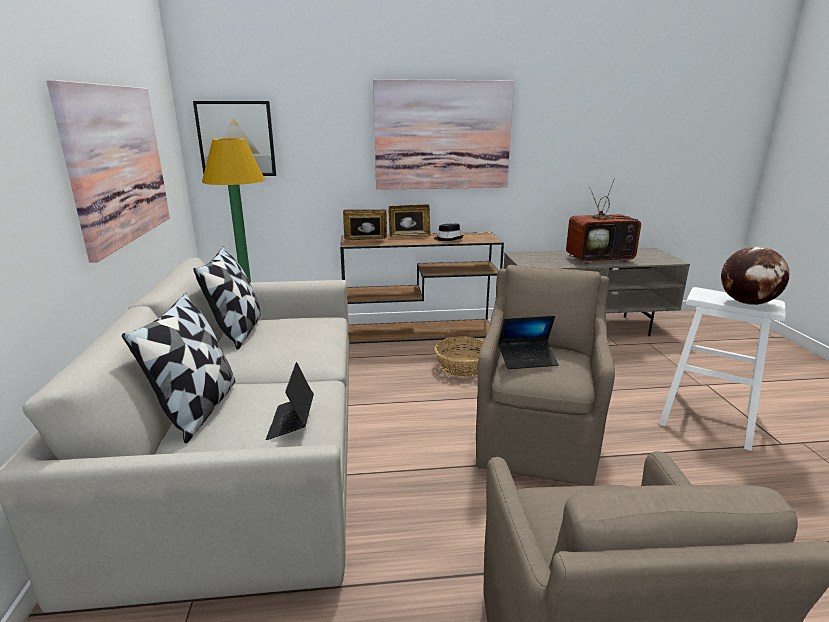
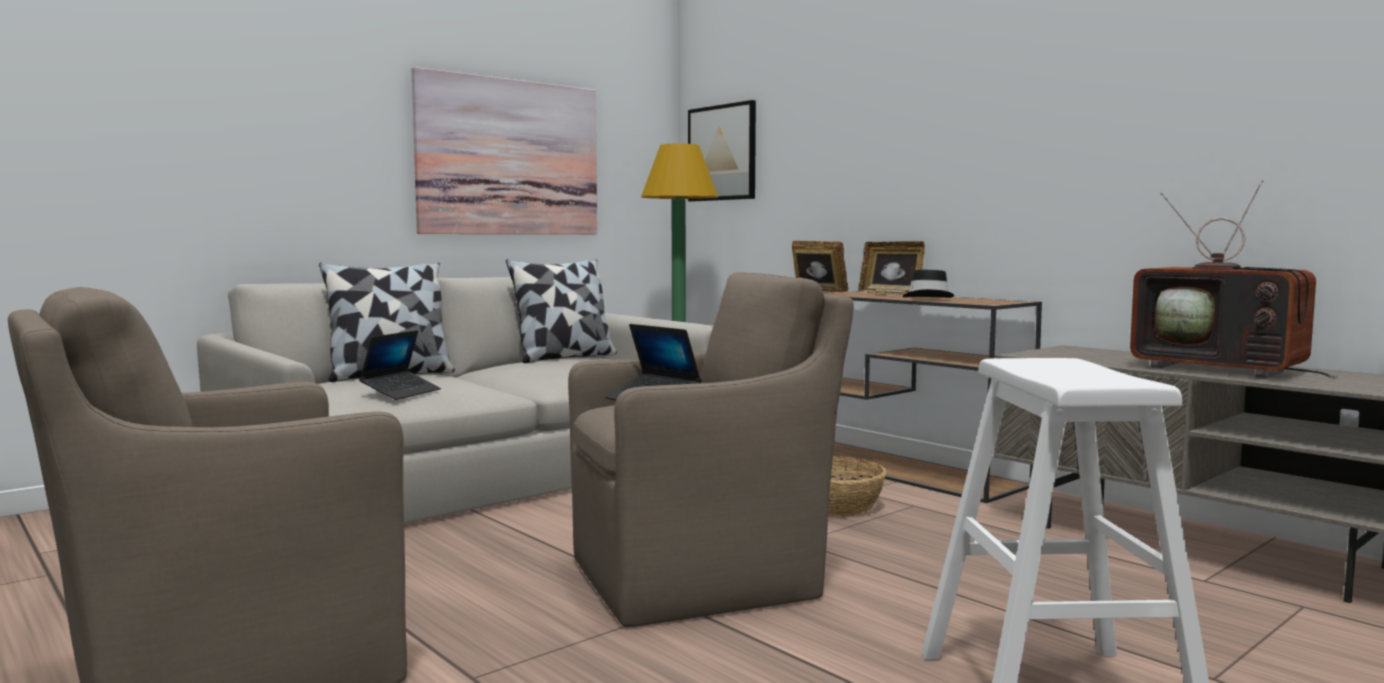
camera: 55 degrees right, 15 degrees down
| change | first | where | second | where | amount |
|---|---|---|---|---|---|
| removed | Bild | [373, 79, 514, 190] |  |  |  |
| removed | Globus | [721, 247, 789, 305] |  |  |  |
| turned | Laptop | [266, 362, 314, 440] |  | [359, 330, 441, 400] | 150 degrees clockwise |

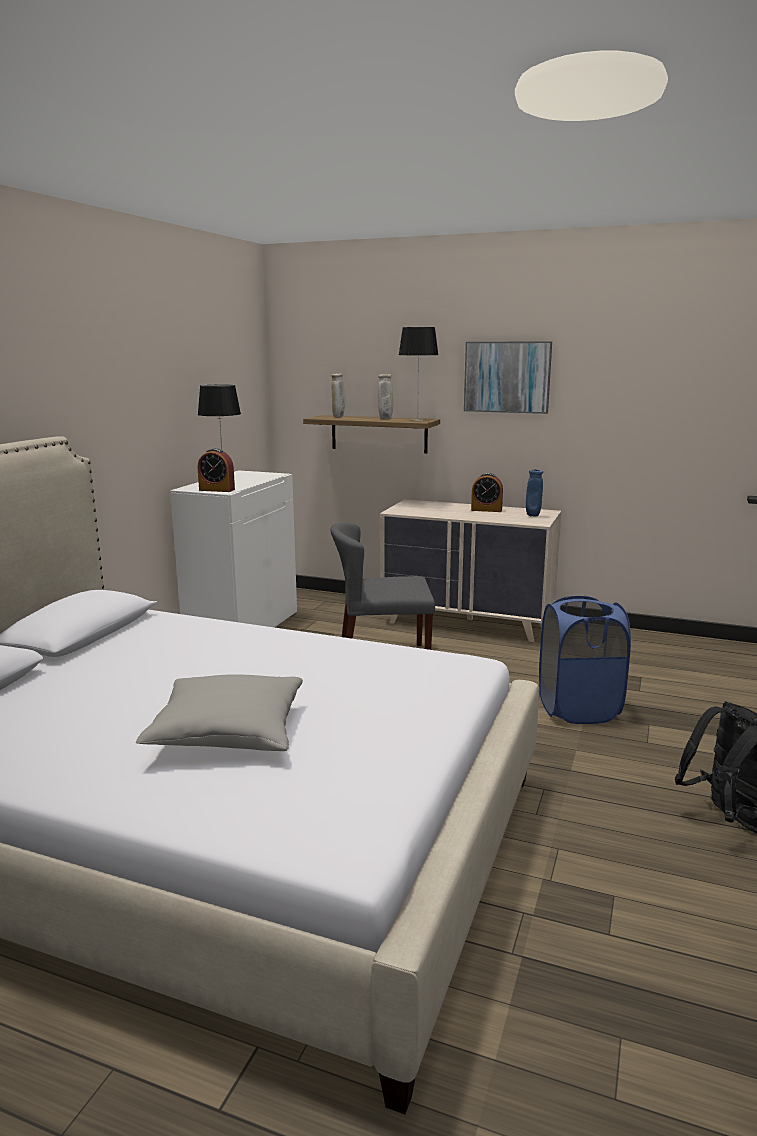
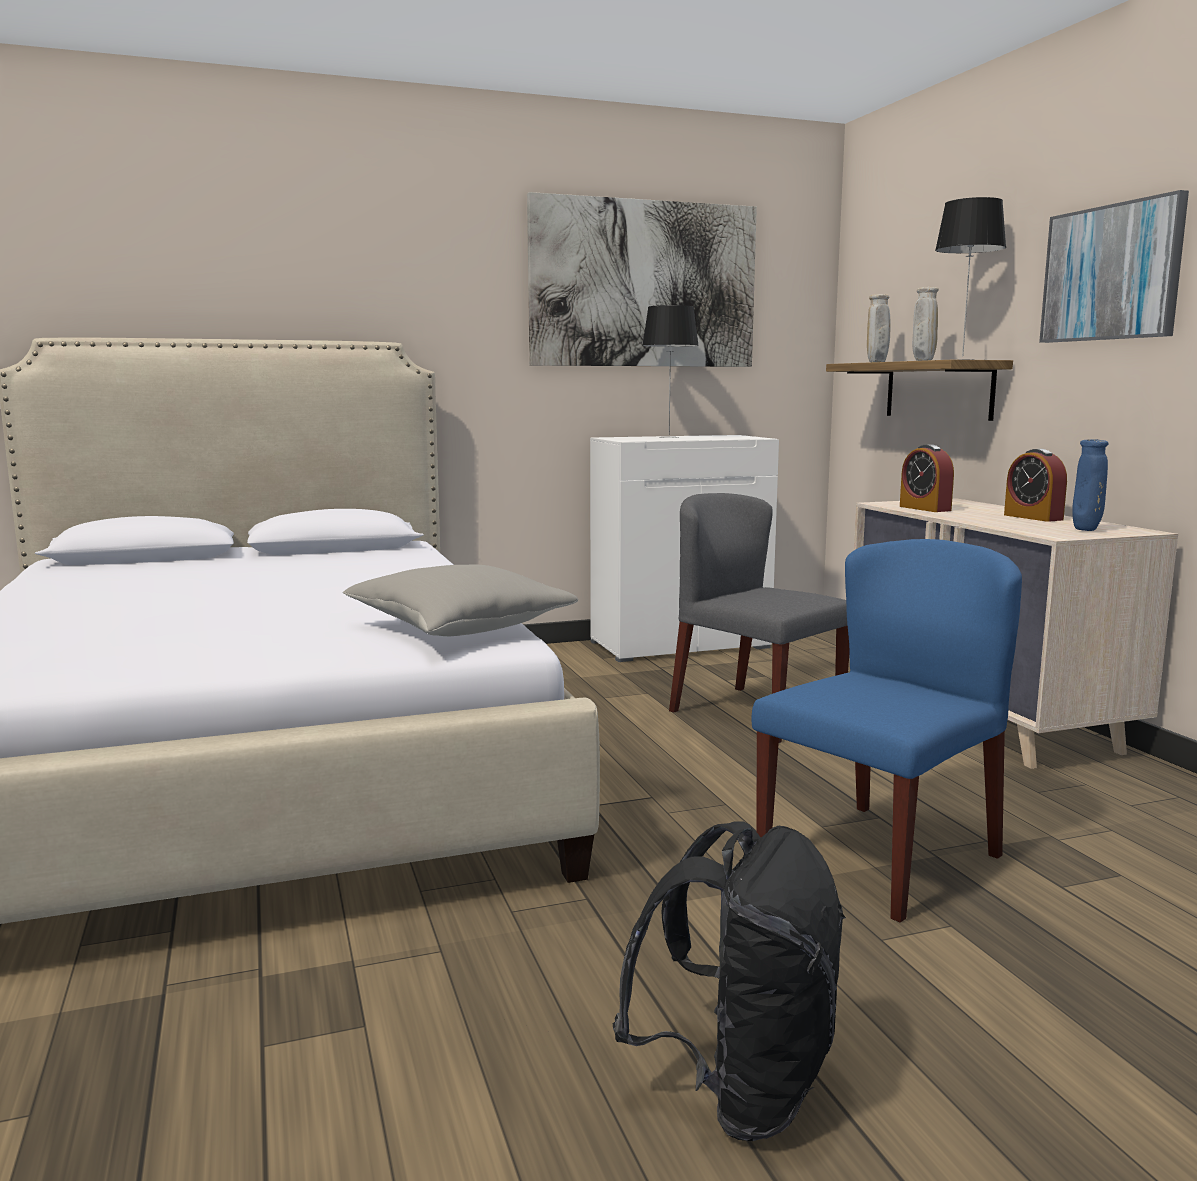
camera: 50 degrees right, 5 degrees down
| change | first | where | second | where | amount |
|---|---|---|---|---|---|
| moved | Wecker | [198, 448, 235, 492] |  | [900, 444, 954, 512] |  |
| replaced | Wäschekorb/blau | [539, 596, 631, 724] | Stuhl/blau | [752, 539, 1022, 923] |  |
| moved | Kissen/grau | [136, 675, 303, 751] |  | [343, 565, 578, 636] |  |
| added |  |  | Bild | [527, 192, 757, 367] |  |

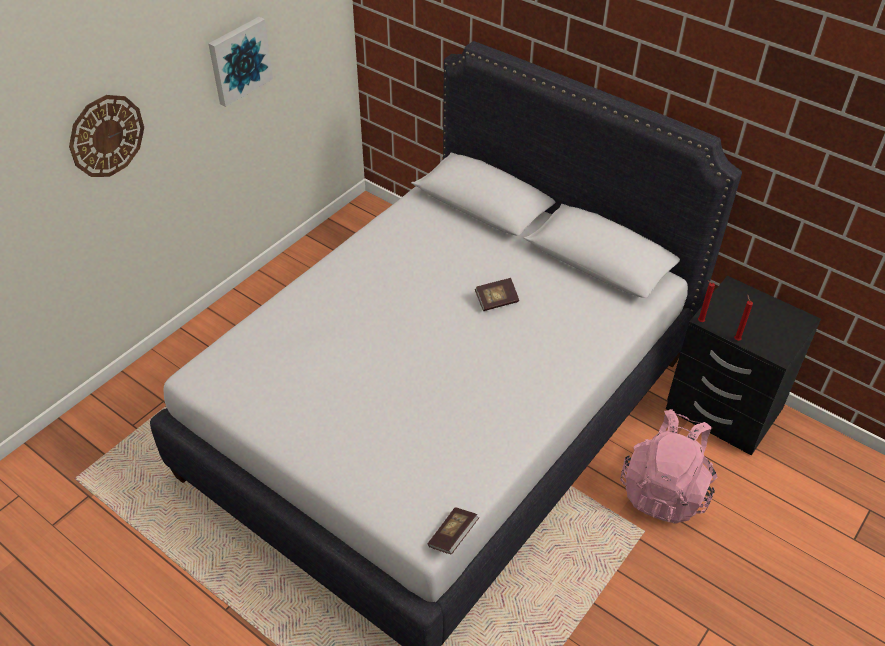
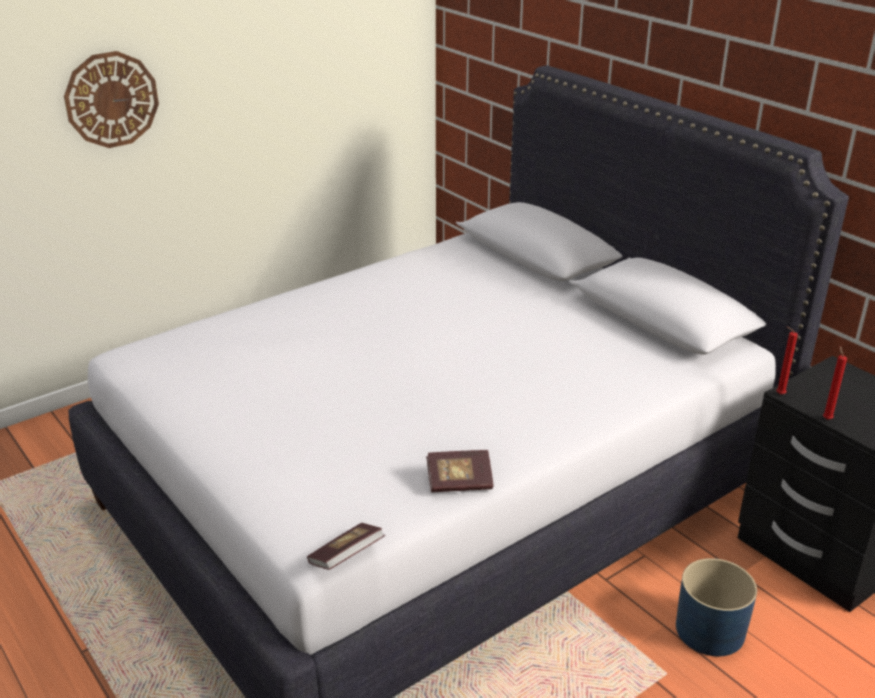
camera: 15 degrees right, 15 degrees down
| change | first | where | second | where | amount |
|---|---|---|---|---|---|
| removed | Bild | [208, 17, 273, 107] |  |  |  |
| moved | Buch | [475, 278, 519, 311] |  | [426, 450, 494, 492] |  |
| replaced | Rucksack/rosa | [620, 409, 718, 524] | Pflanzkübel/blau | [676, 558, 757, 656] |  |

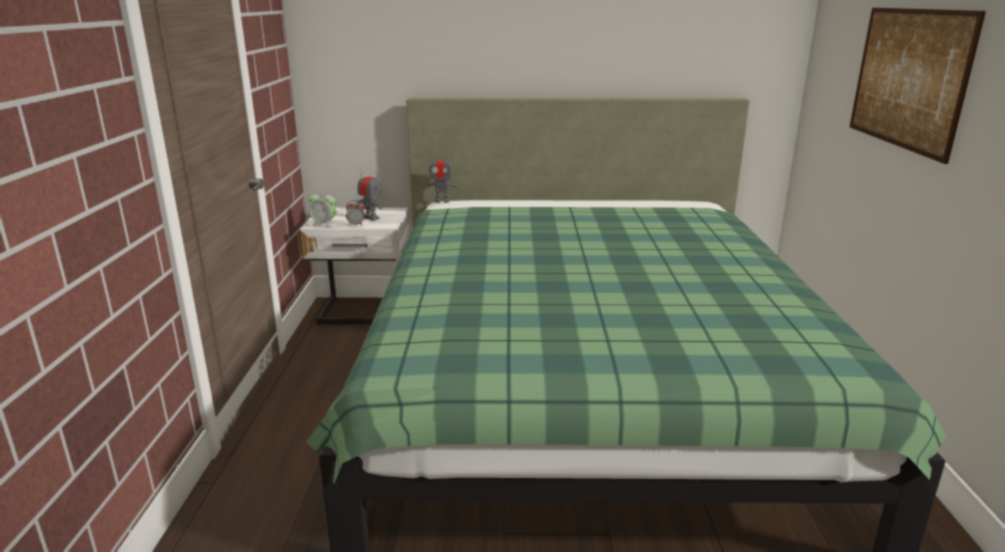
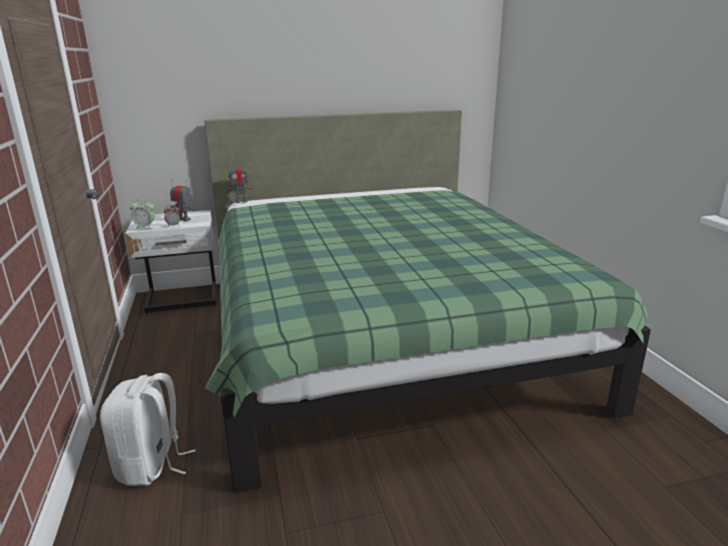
camera: 15 degrees left, 0 degrees up
| change | first | where | second | where | amount |
|---|---|---|---|---|---|
| removed | Bild | [850, 8, 986, 164] |  |  |  |
| added |  |  | Rucksack/weiß | [100, 373, 196, 486] |  |

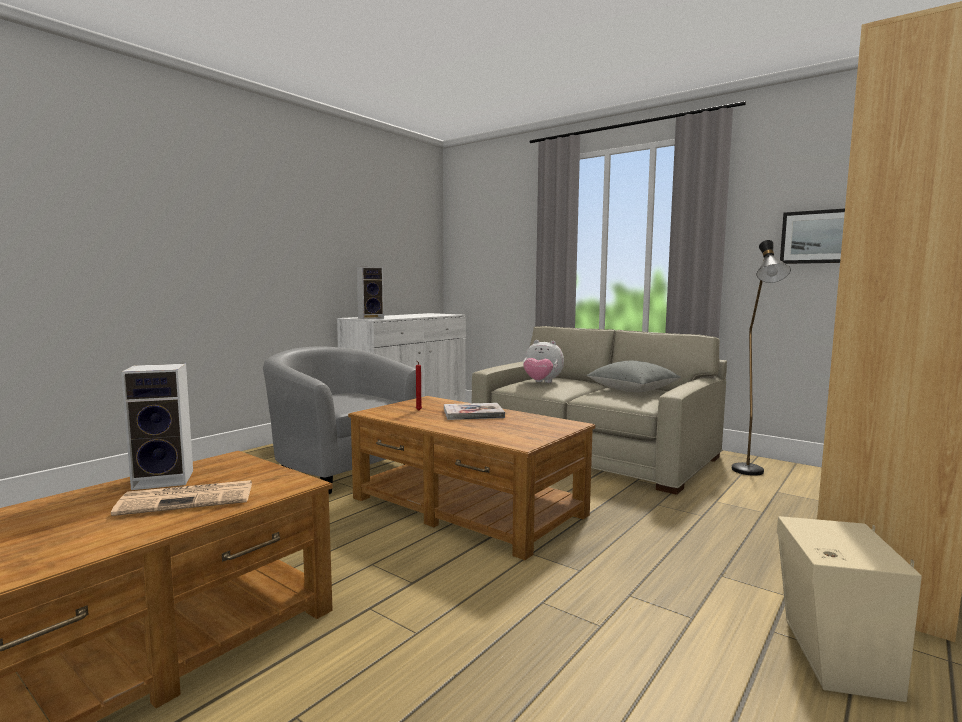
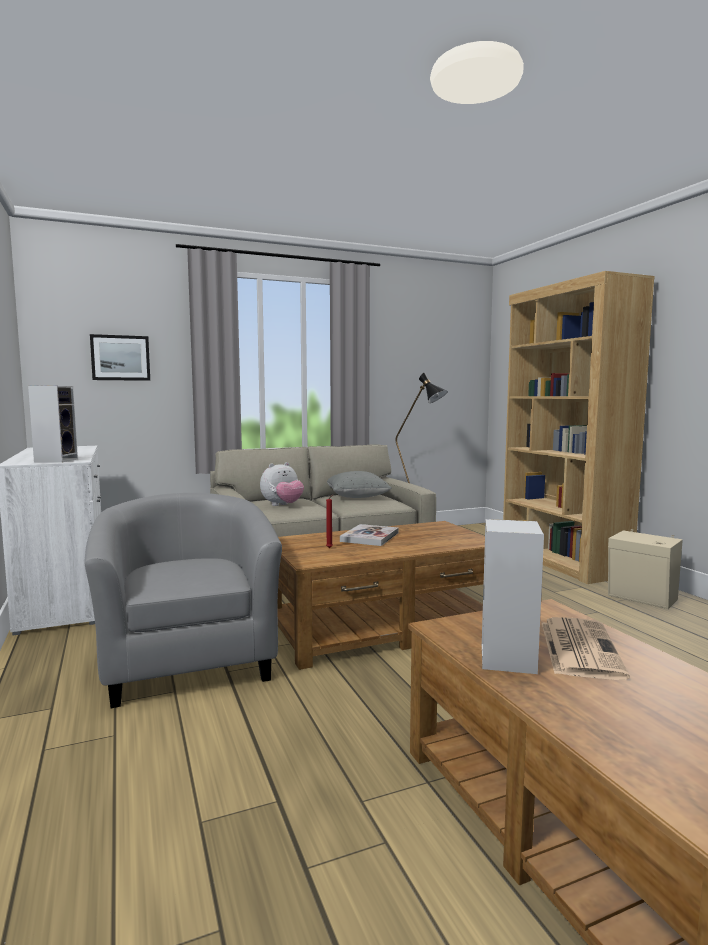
camera: 60 degrees left, 0 degrees up
| change | first | where | second | where | amount |
|---|---|---|---|---|---|
| moved | Bild | [780, 209, 845, 264] |  | [90, 334, 150, 381] |  |
| turned | Sessel/grau | [263, 346, 416, 494] |  | [84, 493, 282, 709] | 90 degrees clockwise |

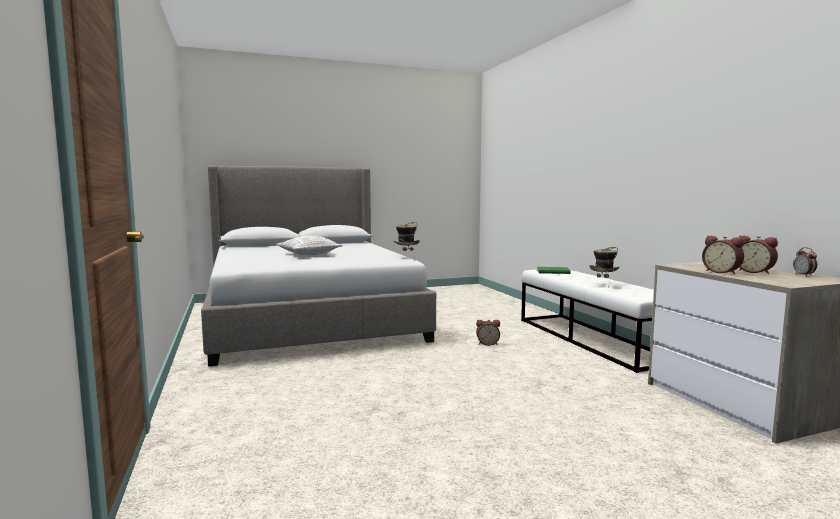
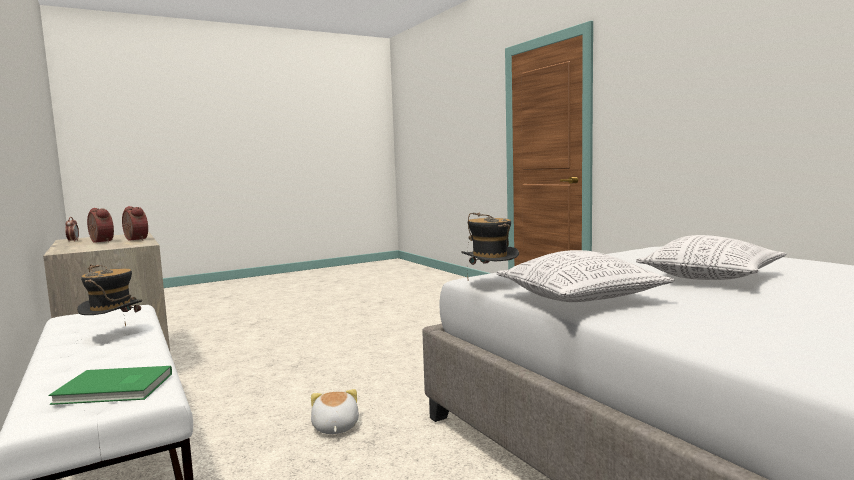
camera: 170 degrees right, 0 degrees up
| change | first | where | second | where | amount |
|---|---|---|---|---|---|
| replaced | Wecker | [476, 320, 500, 346] | Plüschtier | [311, 389, 359, 434] |  |
| added |  |  | Kissen | [496, 250, 674, 302] |  |

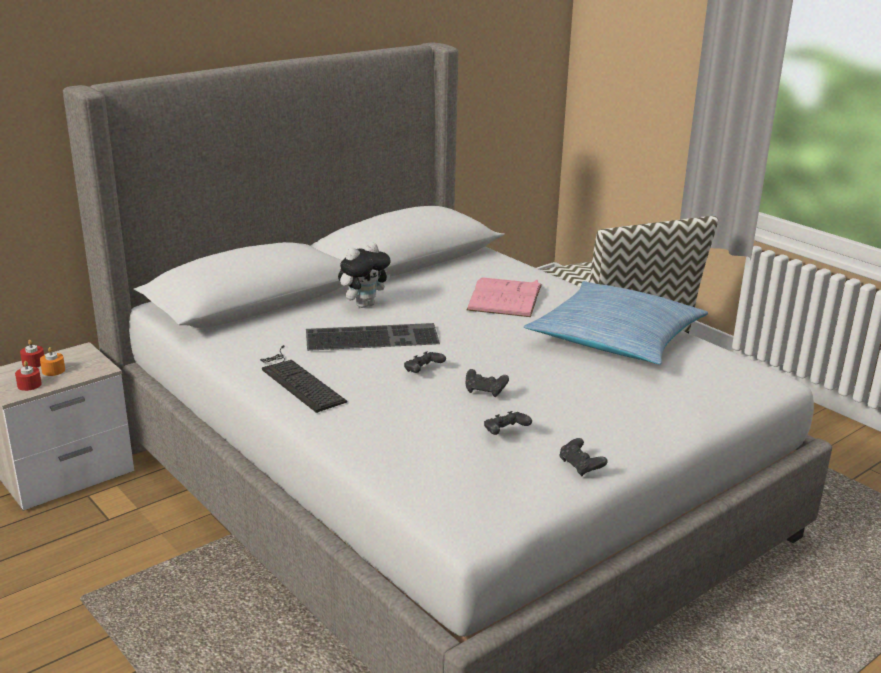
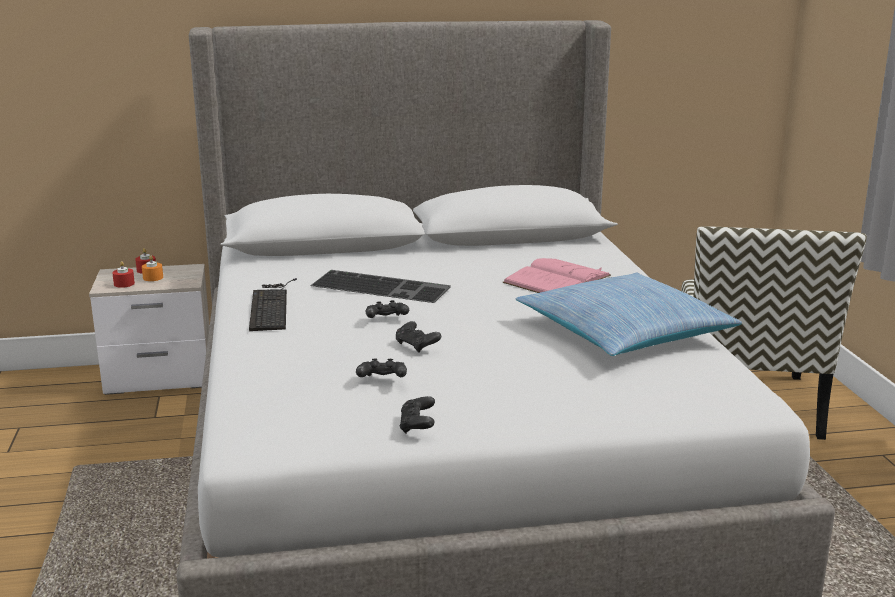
camera: 30 degrees right, 5 degrees down
| change | first | where | second | where | amount |
|---|---|---|---|---|---|
| removed | Plüschtier | [338, 242, 391, 308] |  |  |  |

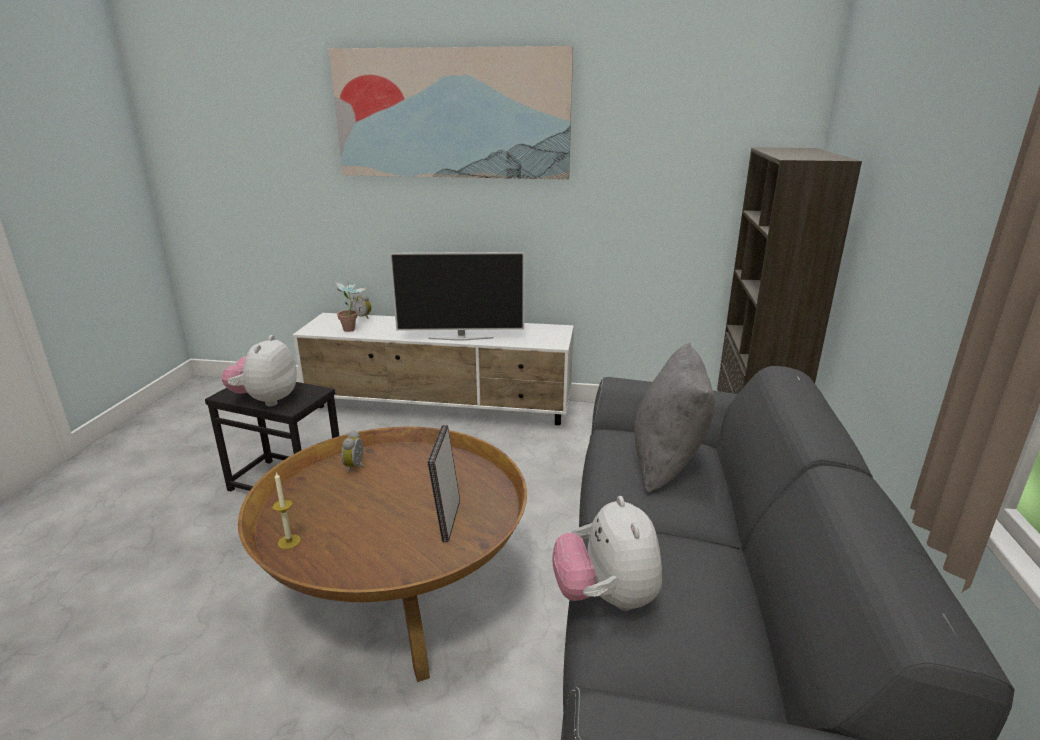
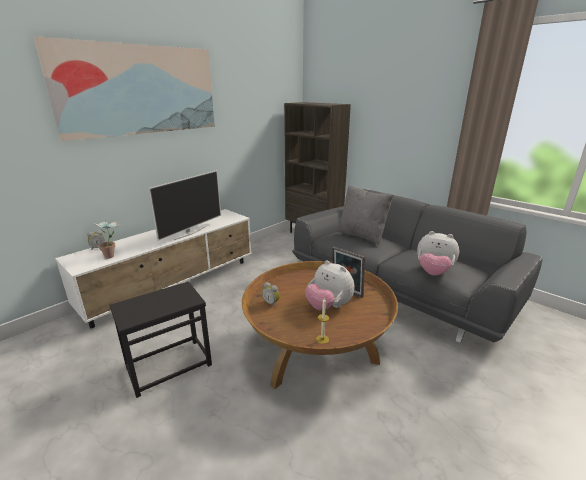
camera: 55 degrees left, 0 degrees up
| change | first | where | second | where | amount |
|---|---|---|---|---|---|
| moved | Plüschtier | [222, 335, 297, 407] |  | [305, 260, 355, 311] |  |

